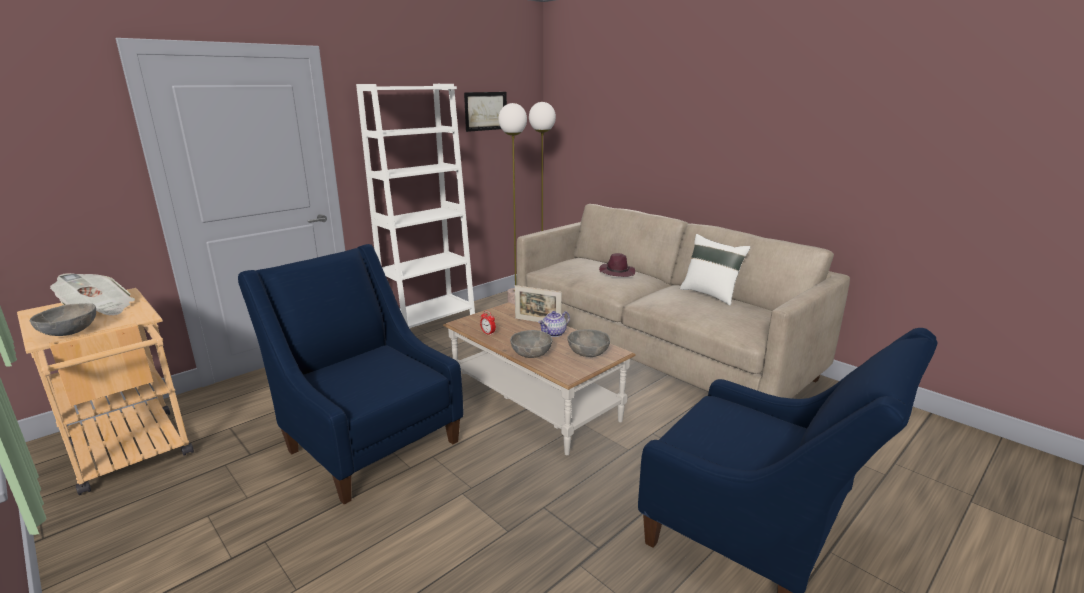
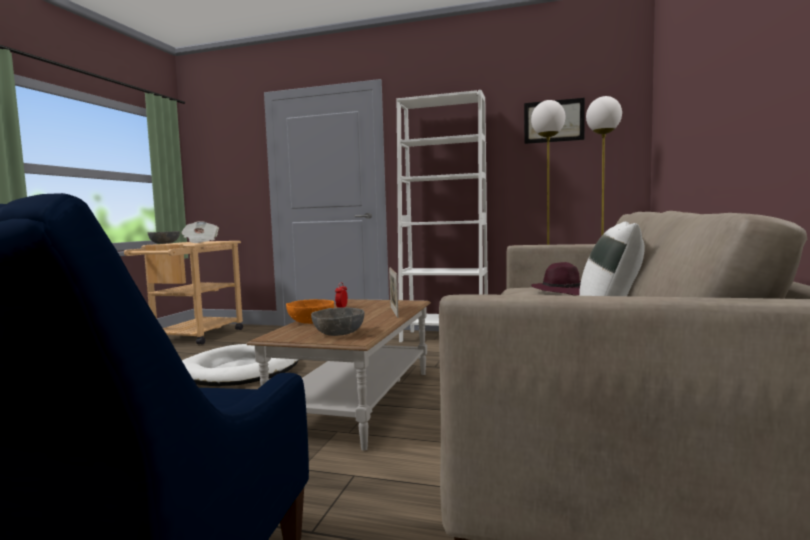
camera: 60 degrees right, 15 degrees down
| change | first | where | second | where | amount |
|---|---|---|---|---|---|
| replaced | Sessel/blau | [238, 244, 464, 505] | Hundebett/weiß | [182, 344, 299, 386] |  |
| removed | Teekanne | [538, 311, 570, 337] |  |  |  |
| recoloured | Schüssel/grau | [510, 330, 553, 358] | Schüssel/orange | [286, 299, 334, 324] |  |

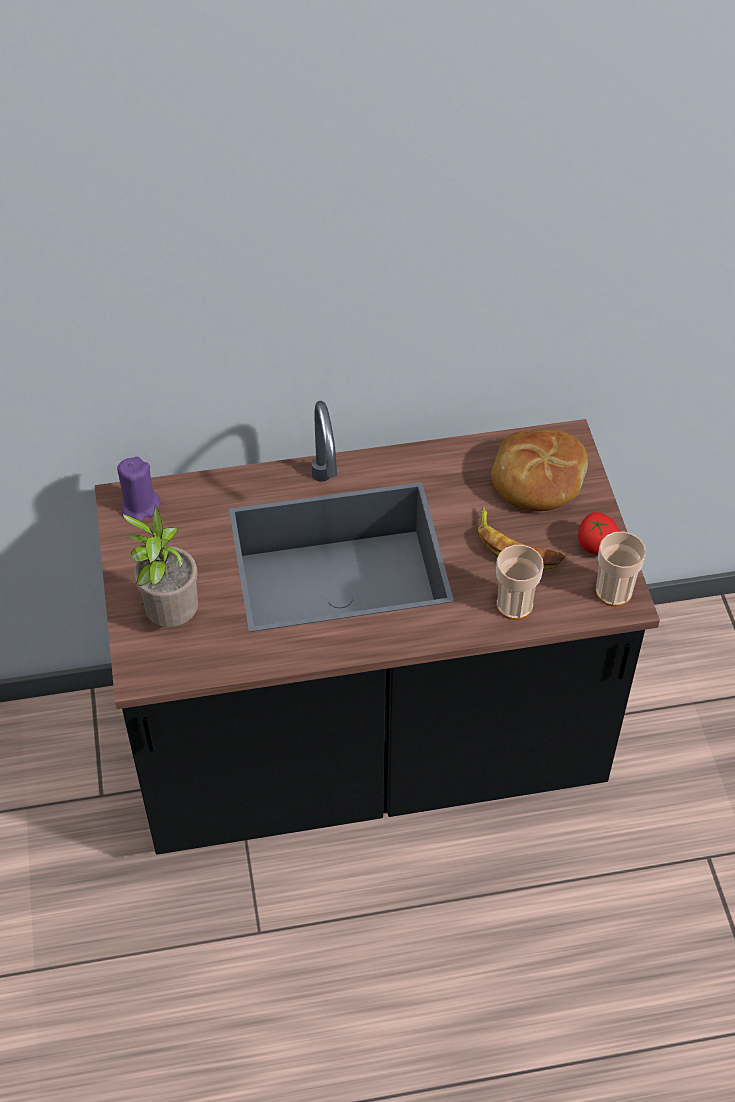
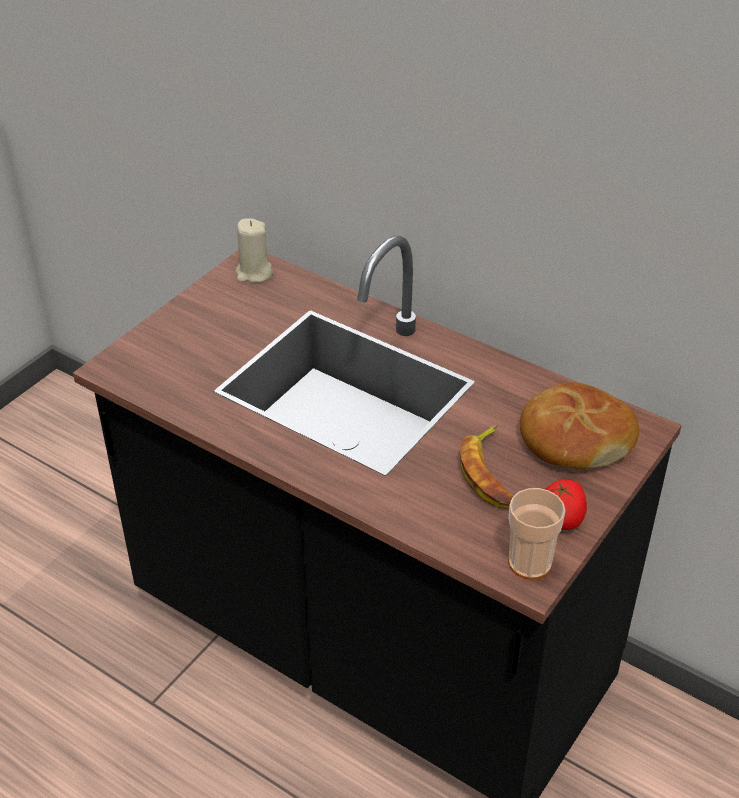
camera: 45 degrees right, 10 degrees down
| change | first | where | second | where | amount |
|---|---|---|---|---|---|
| recoloured | Kerze/lila | [117, 457, 161, 522] | Kerze/beige | [235, 218, 273, 283] |  |
| removed | Topfpflanze | [123, 505, 198, 627] |  |  |  |
| removed | Tasse | [496, 545, 544, 620] |  |  |  |

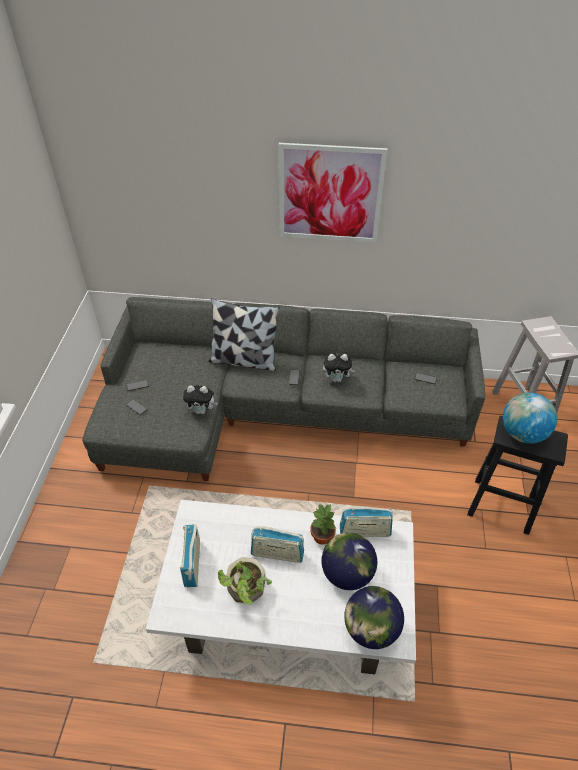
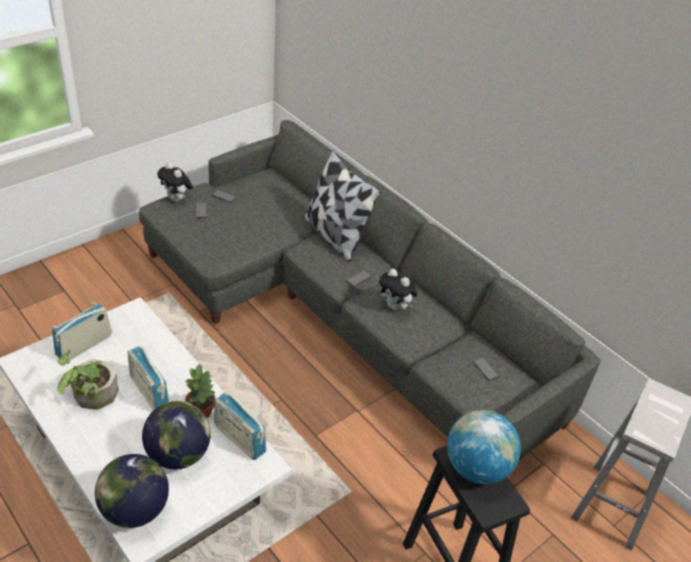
camera: 40 degrees right, 5 degrees down
| change | first | where | second | where | amount |
|---|---|---|---|---|---|
| removed | Bild | [279, 143, 387, 242] |  |  |  |
| moved | Plüschtier | [183, 385, 218, 414] |  | [157, 162, 193, 202] |  |

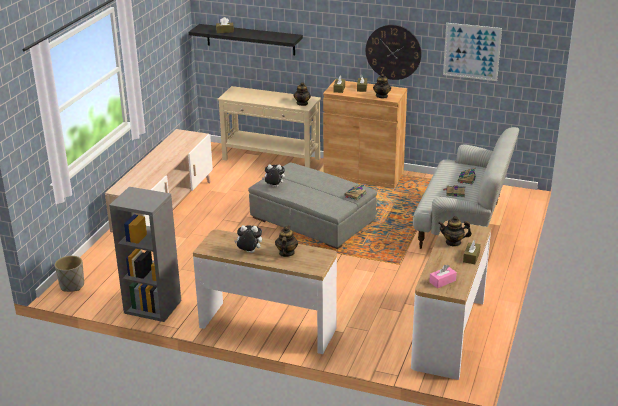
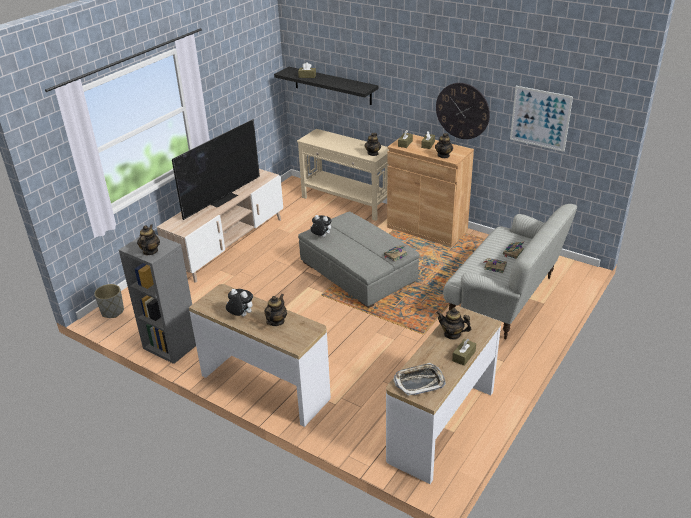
camera: 15 degrees right, 5 degrees up
| change | first | where | second | where | amount |
|---|---|---|---|---|---|
| replaced | Taschentuchbox/rosa | [429, 265, 457, 288] | Tablett | [393, 363, 446, 396] |  |
| added |  |  | Fernseher | [172, 119, 260, 220] |  |
| added |  |  | Teekanne | [137, 224, 160, 255] |  |

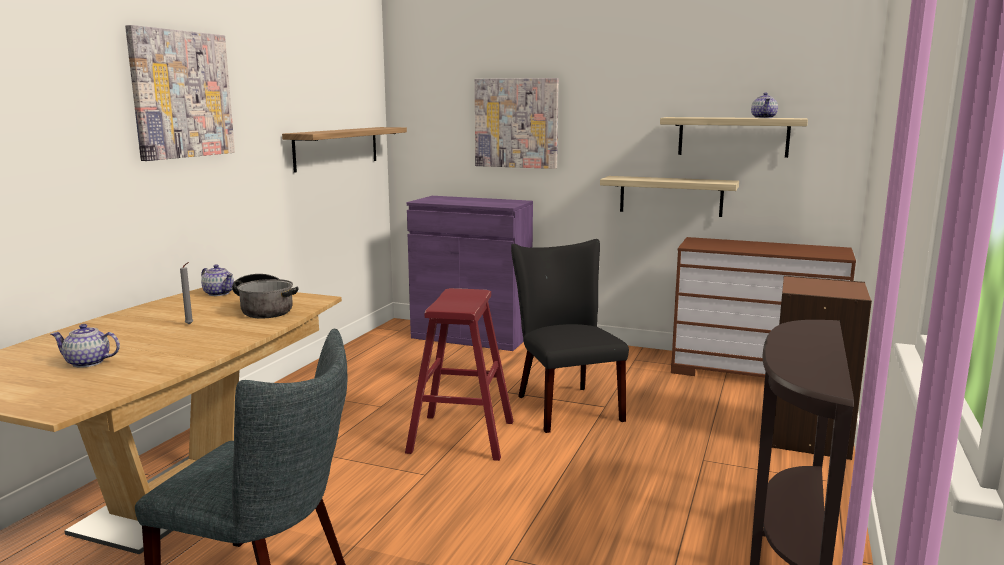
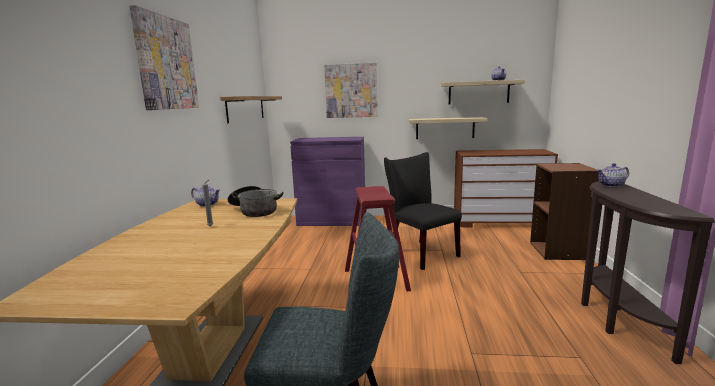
camera: 15 degrees left, 0 degrees up
| change | first | where | second | where | amount |
|---|---|---|---|---|---|
| moved | Teekanne | [51, 324, 120, 368] |  | [597, 163, 629, 187] |  |

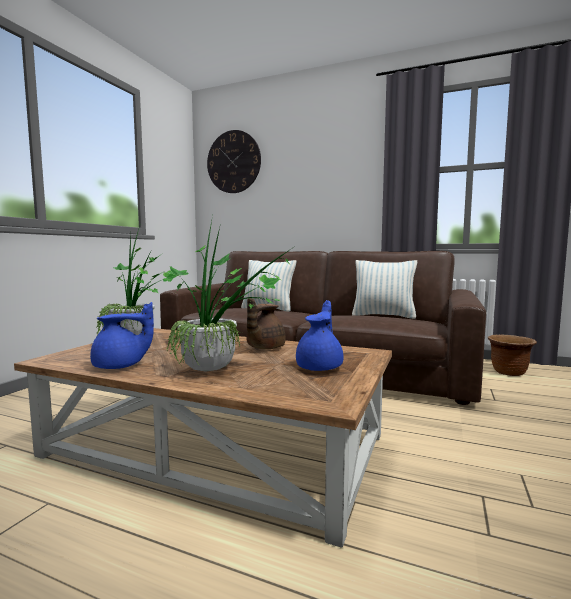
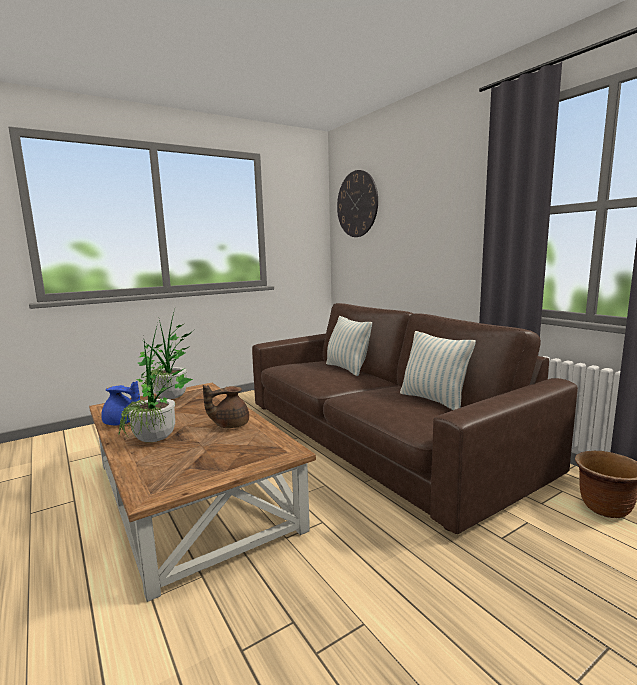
camera: 35 degrees right, 5 degrees up
| change | first | where | second | where | amount |
|---|---|---|---|---|---|
| removed | Teekanne/blau | [296, 300, 343, 371] |  |  |  |

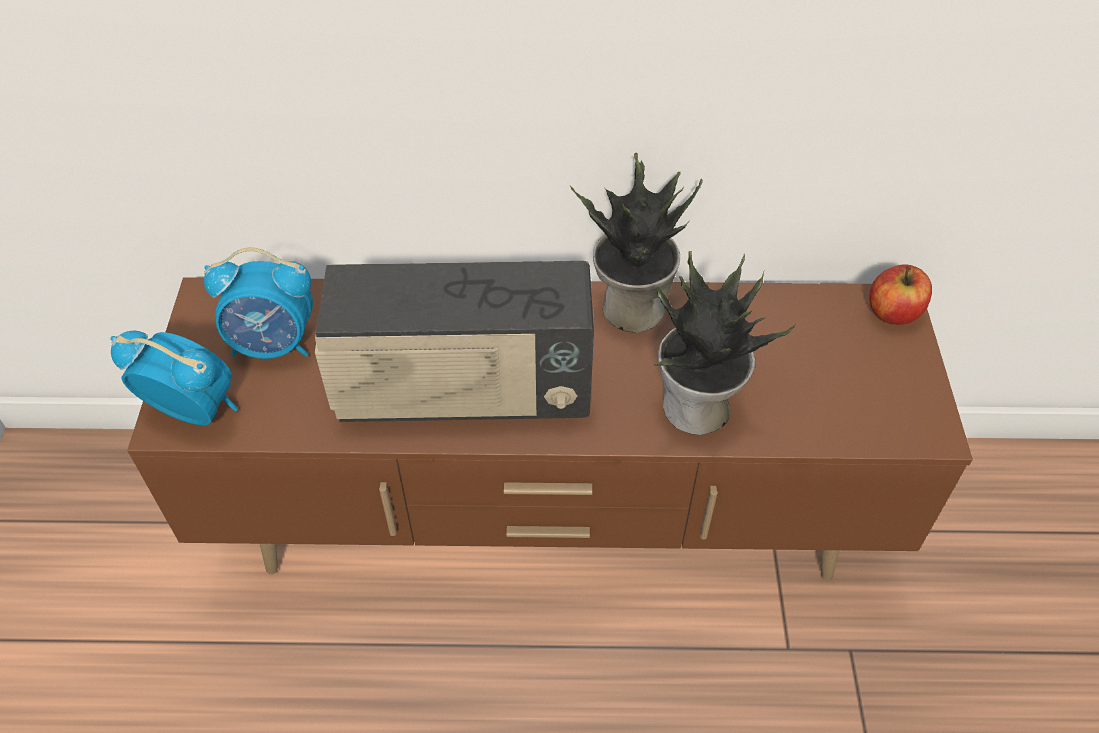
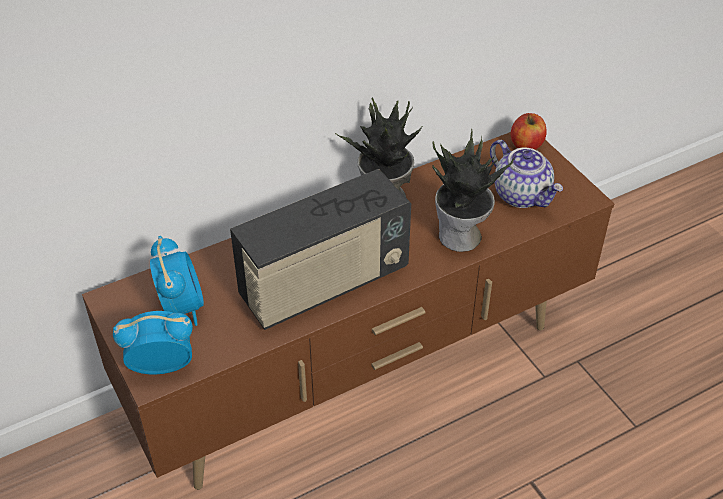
camera: 30 degrees left, 5 degrees down
| change | first | where | second | where | amount |
|---|---|---|---|---|---|
| turned | Wecker | [204, 247, 313, 359] |  | [150, 236, 204, 326] | 75 degrees counterclockwise |
| added |  |  | Teekanne | [490, 140, 563, 208] |  |

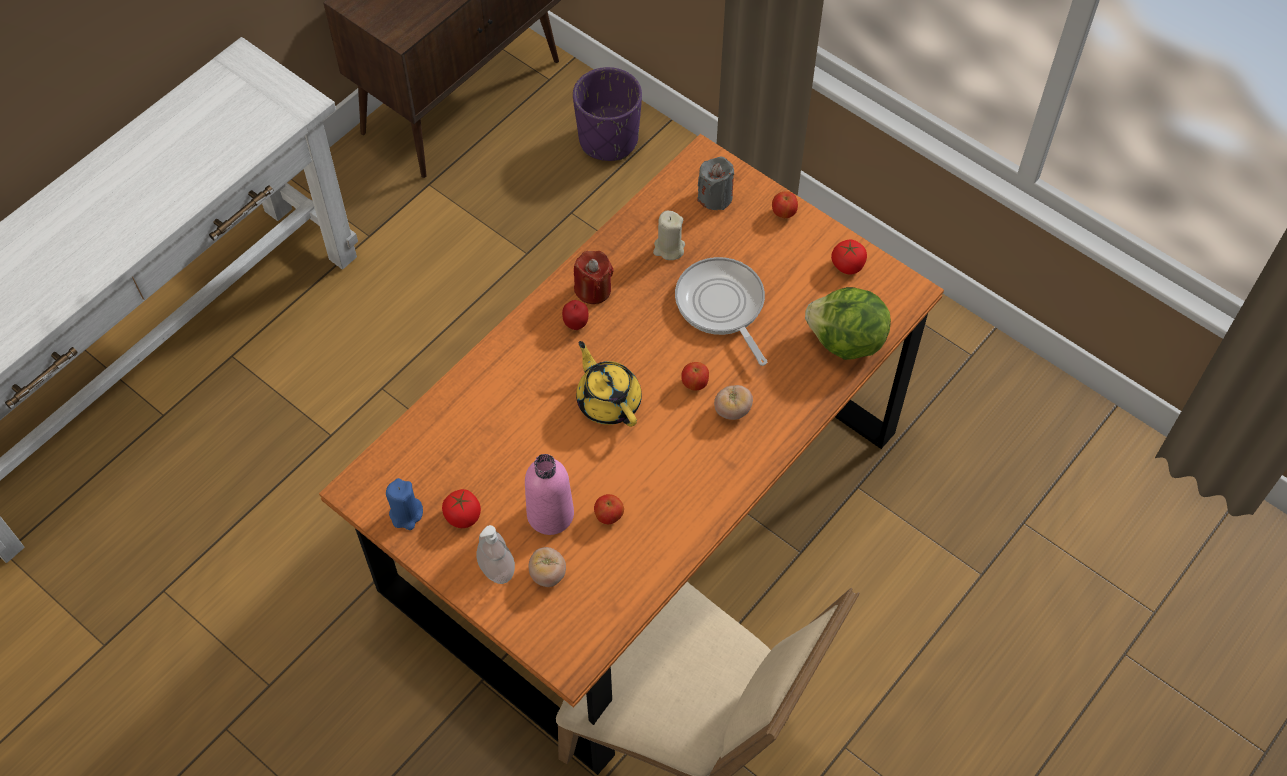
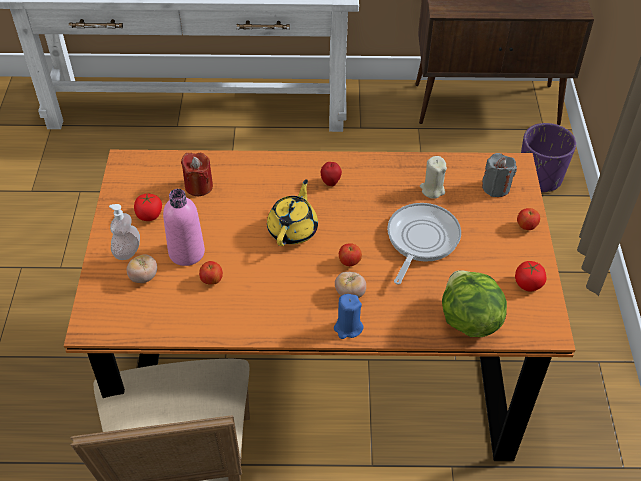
camera: 50 degrees right, 10 degrees down
| change | first | where | second | where | amount |
|---|---|---|---|---|---|
| moved | Kerze/rot | [574, 251, 614, 304] |  | [181, 153, 213, 196] |  |
| moved | Kerze/blau | [386, 478, 423, 530] |  | [334, 294, 363, 339] |  |

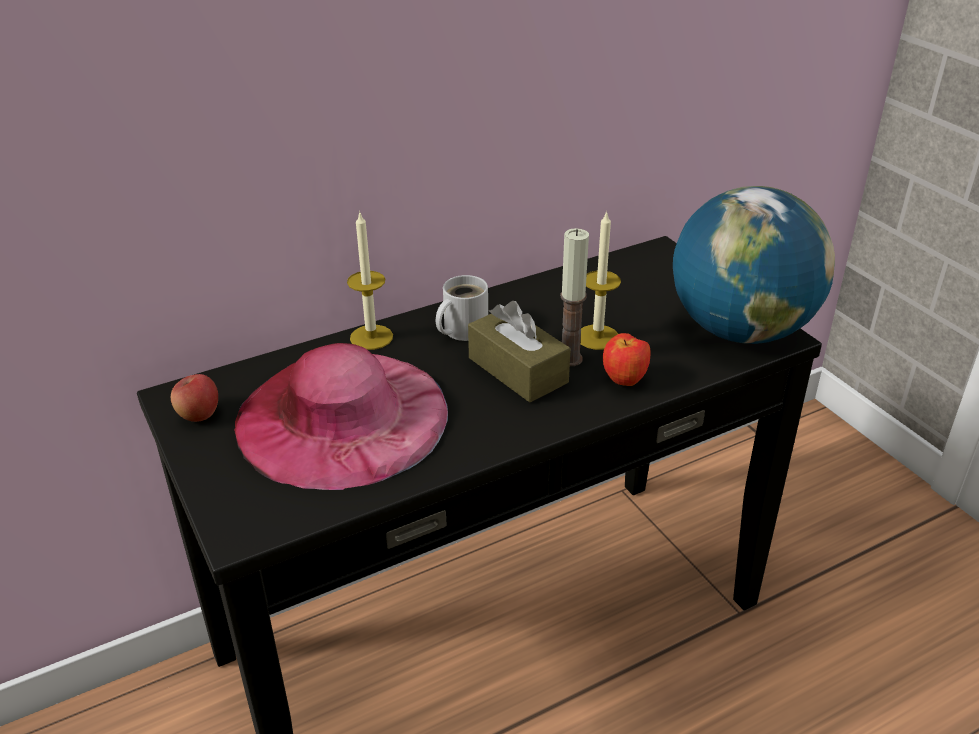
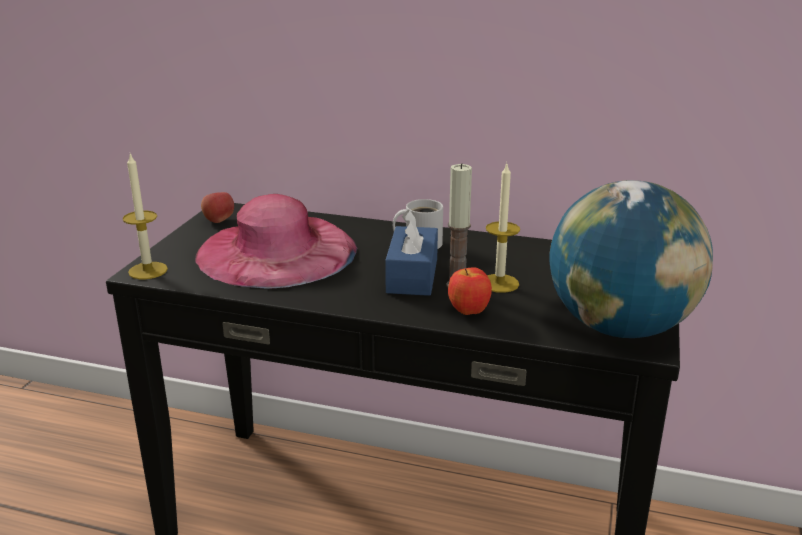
camera: 45 degrees right, 10 degrees down
| change | first | where | second | where | amount |
|---|---|---|---|---|---|
| moved | Kerze | [347, 211, 393, 350] |  | [123, 153, 168, 279] |  |
| recoloured | Taschentuchbox/braun | [468, 301, 571, 402] | Taschentuchbox/blau | [385, 210, 438, 296] |  |

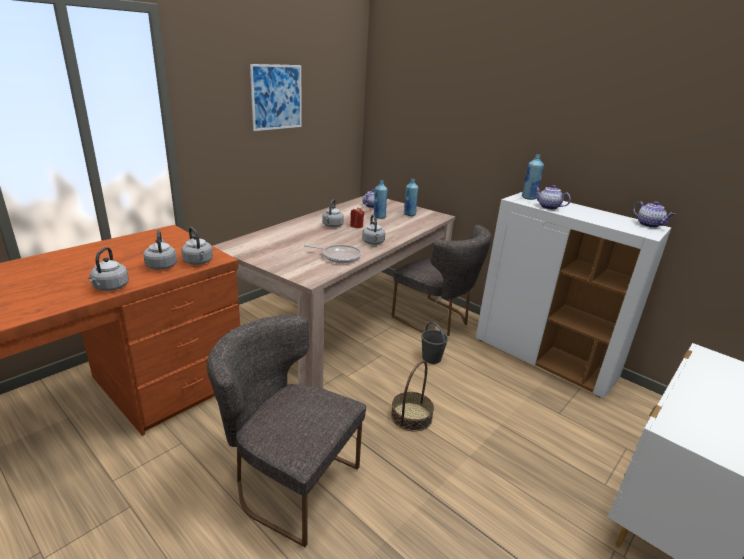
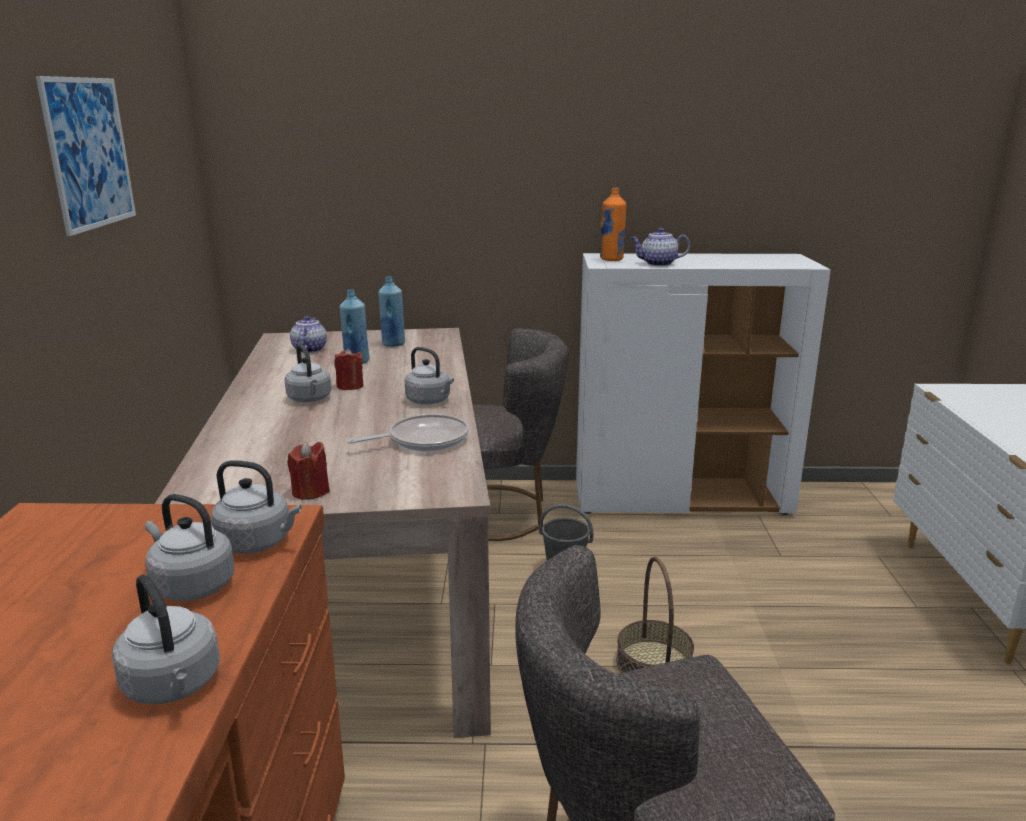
camera: 40 degrees left, 5 degrees down
| change | first | where | second | where | amount |
|---|---|---|---|---|---|
| recoloured | Flasche/blau | [522, 154, 544, 200] | Flasche/orange | [600, 188, 626, 261] |  |
| removed | Teekanne | [633, 201, 675, 228] |  |  |  |
| added |  |  | Kerze/rot | [287, 442, 330, 500] |  |

